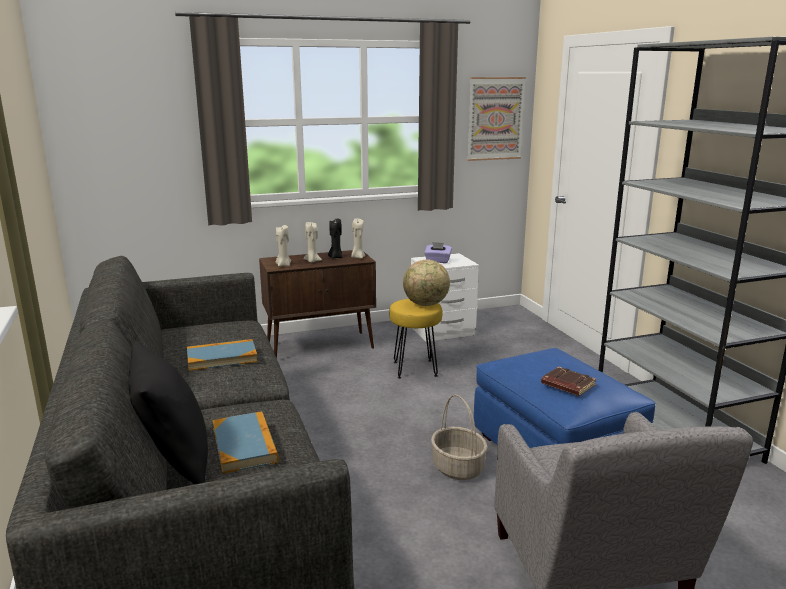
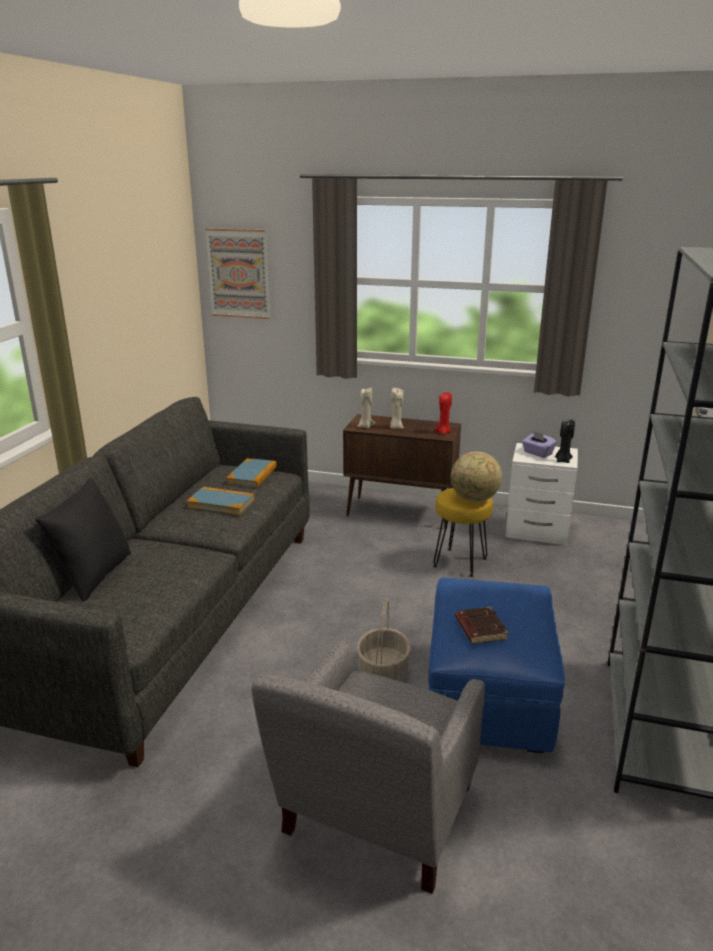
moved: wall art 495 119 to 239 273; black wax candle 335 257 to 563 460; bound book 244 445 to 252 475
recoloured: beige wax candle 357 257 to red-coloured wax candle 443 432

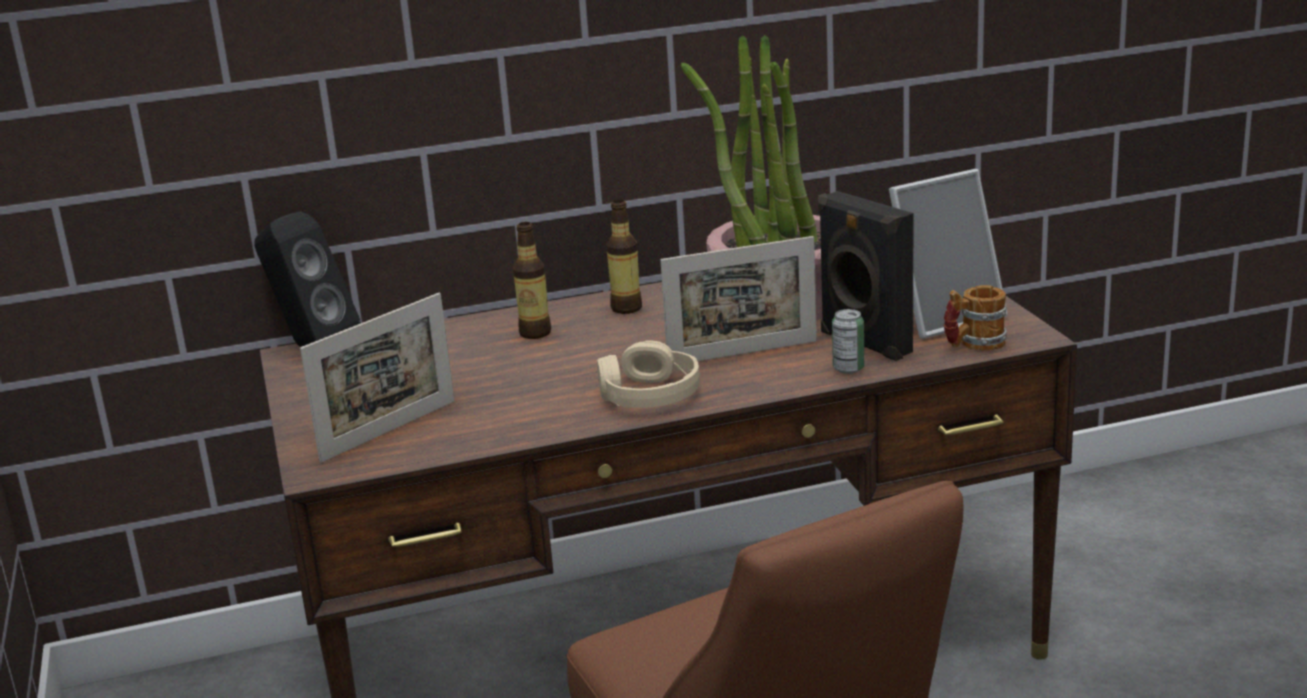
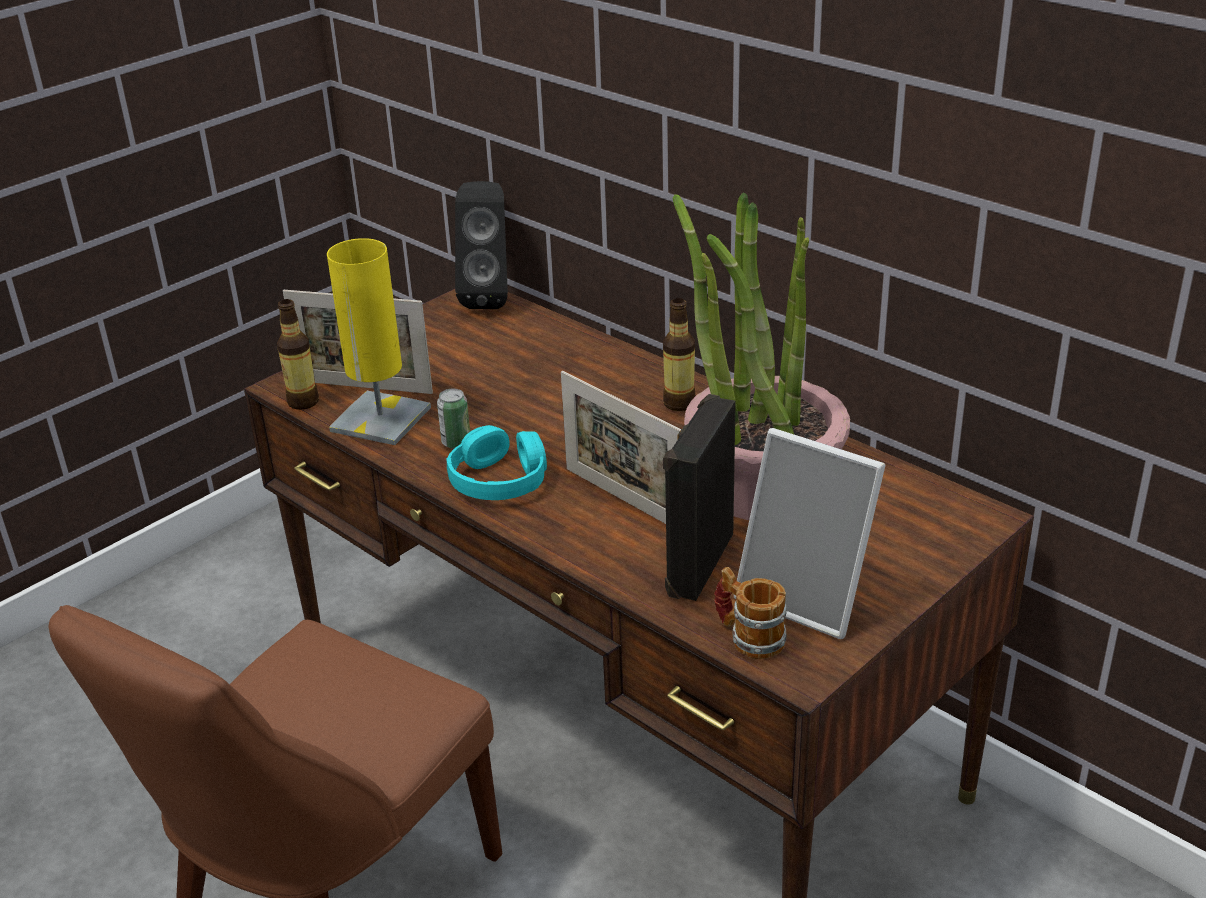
added: yellow table lamp 380 419
moved: beverage bottle 535 333 to 303 402; can 848 368 to 456 442
recoloured: beige headset 648 395 to blue-green headset 499 480

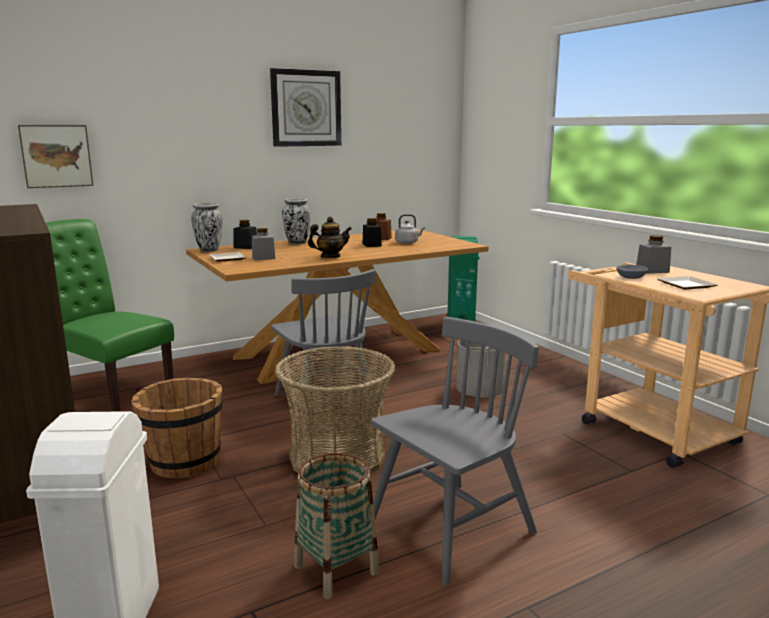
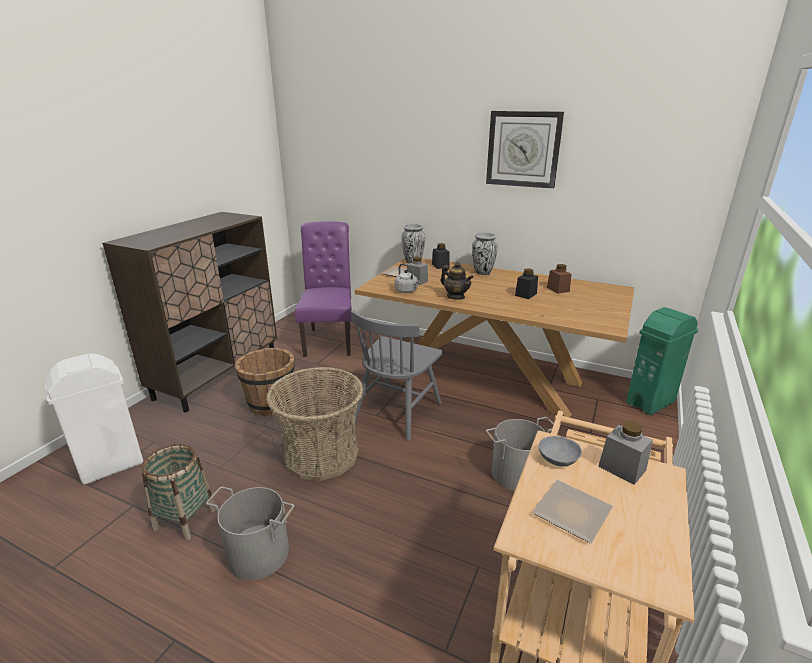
removed: wall art 56 156
moved: greyish tea kettle 408 242 to 407 291
replaced: greyish plain chair 451 529 to greyish bucket 258 554
recoloured: green plain chair 110 393 to purple plain chair 329 339

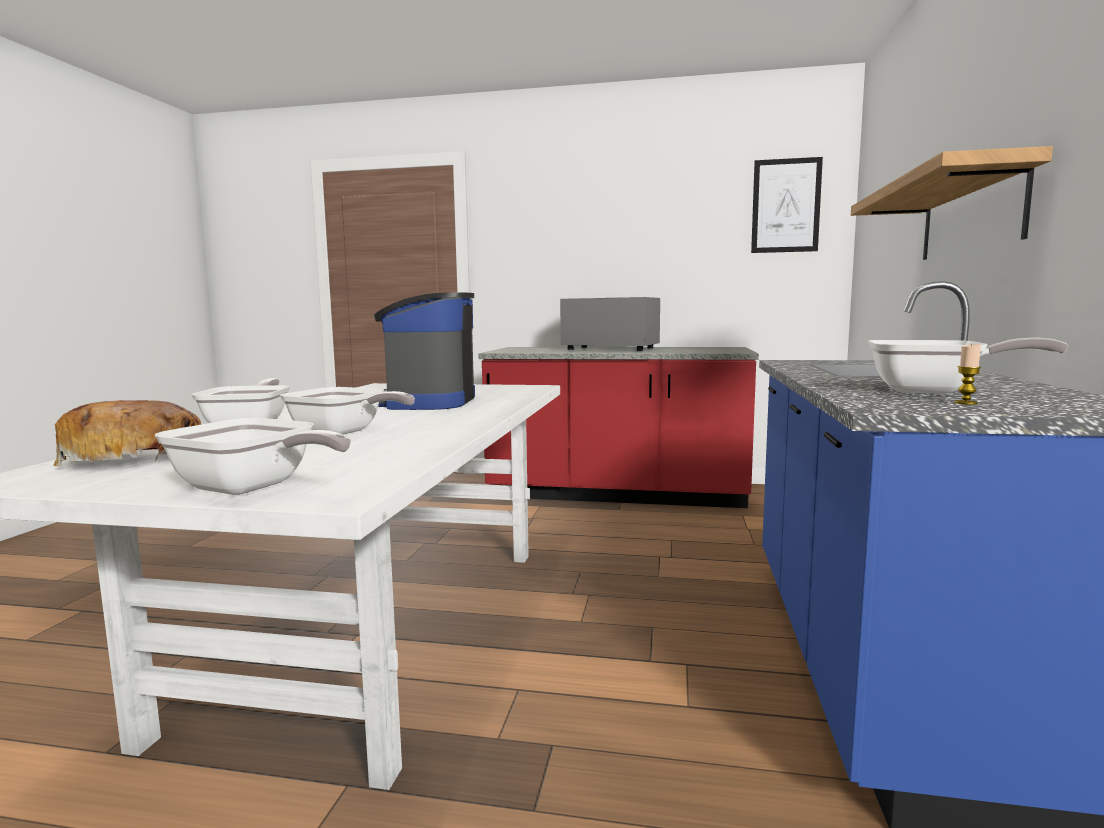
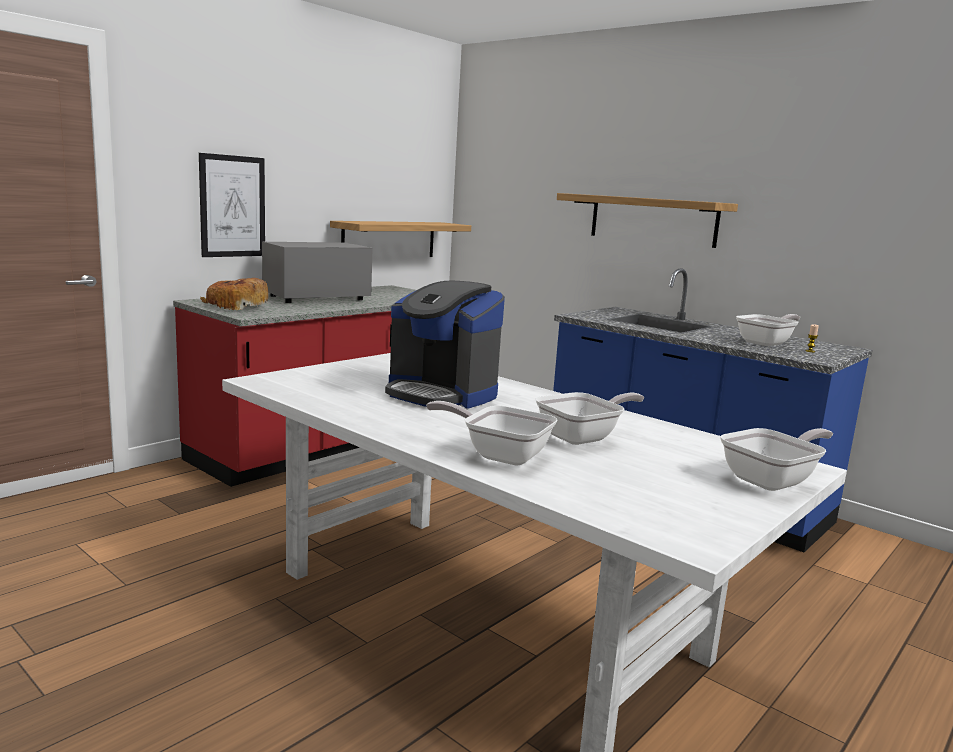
added: bracket shelf 389 240
moved: wall art 786 206 to 232 206; baked bread 133 457 to 236 306

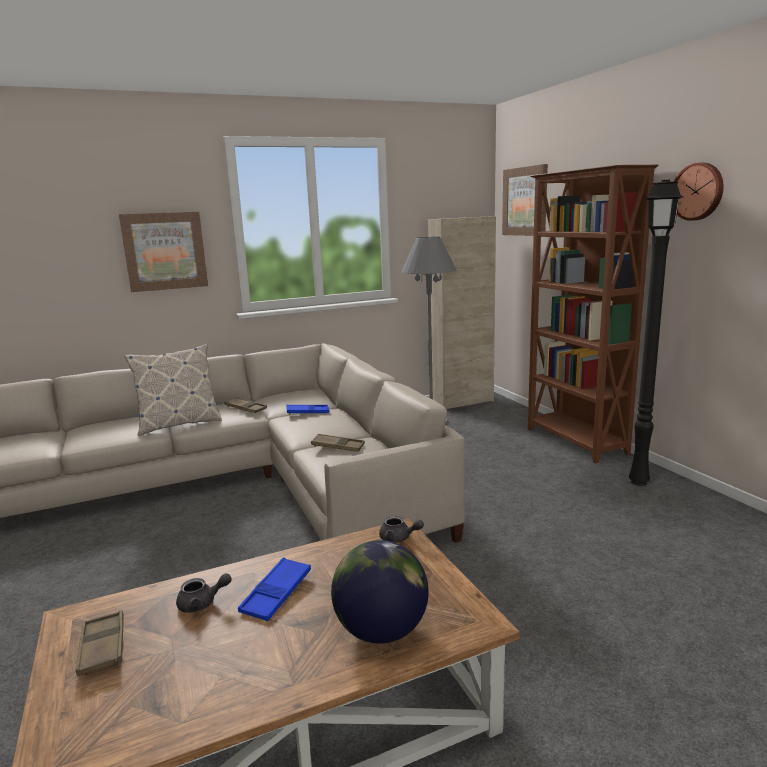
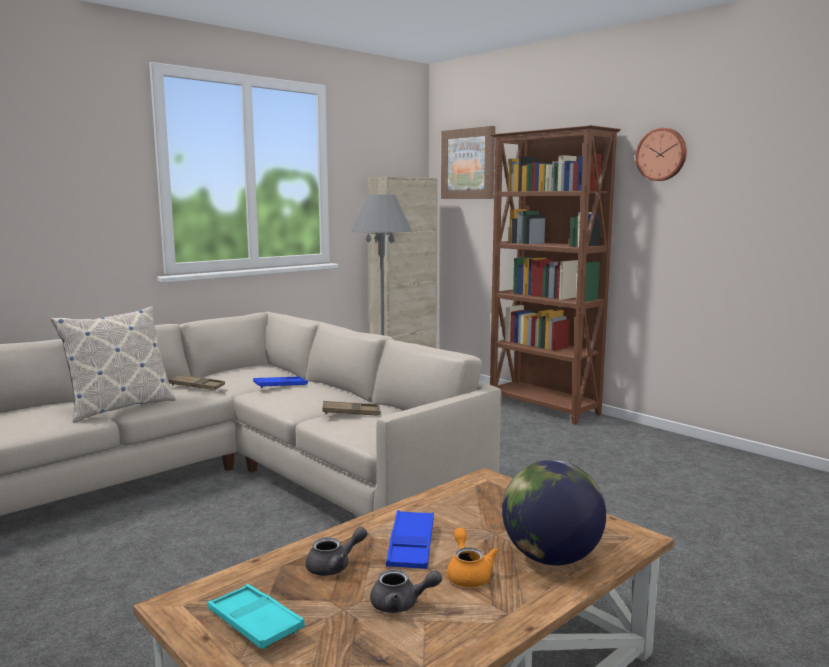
removed: black floor lamp 640 482; wall art 165 251
added: orangey teapot 468 574
moved: greyish teapot 399 538 to 401 604
recoloured: brown-coloured tray 102 647 to blue-green tray 254 623

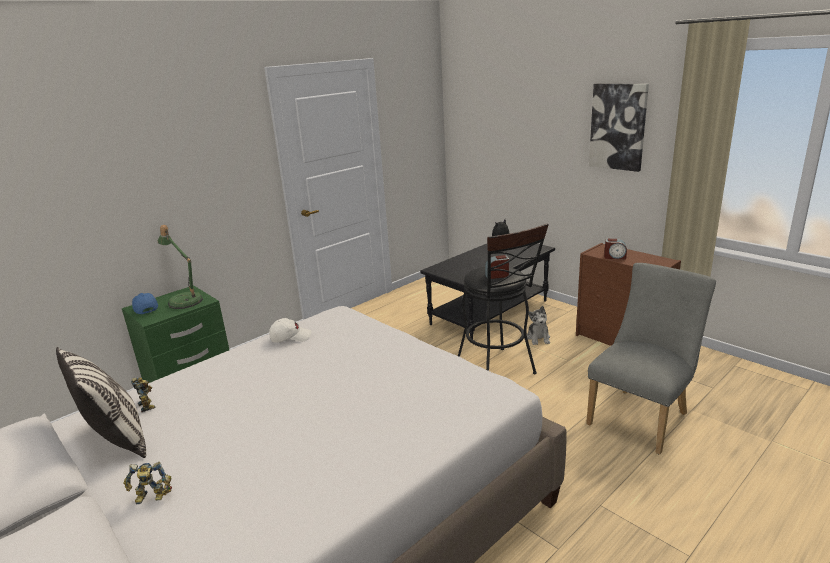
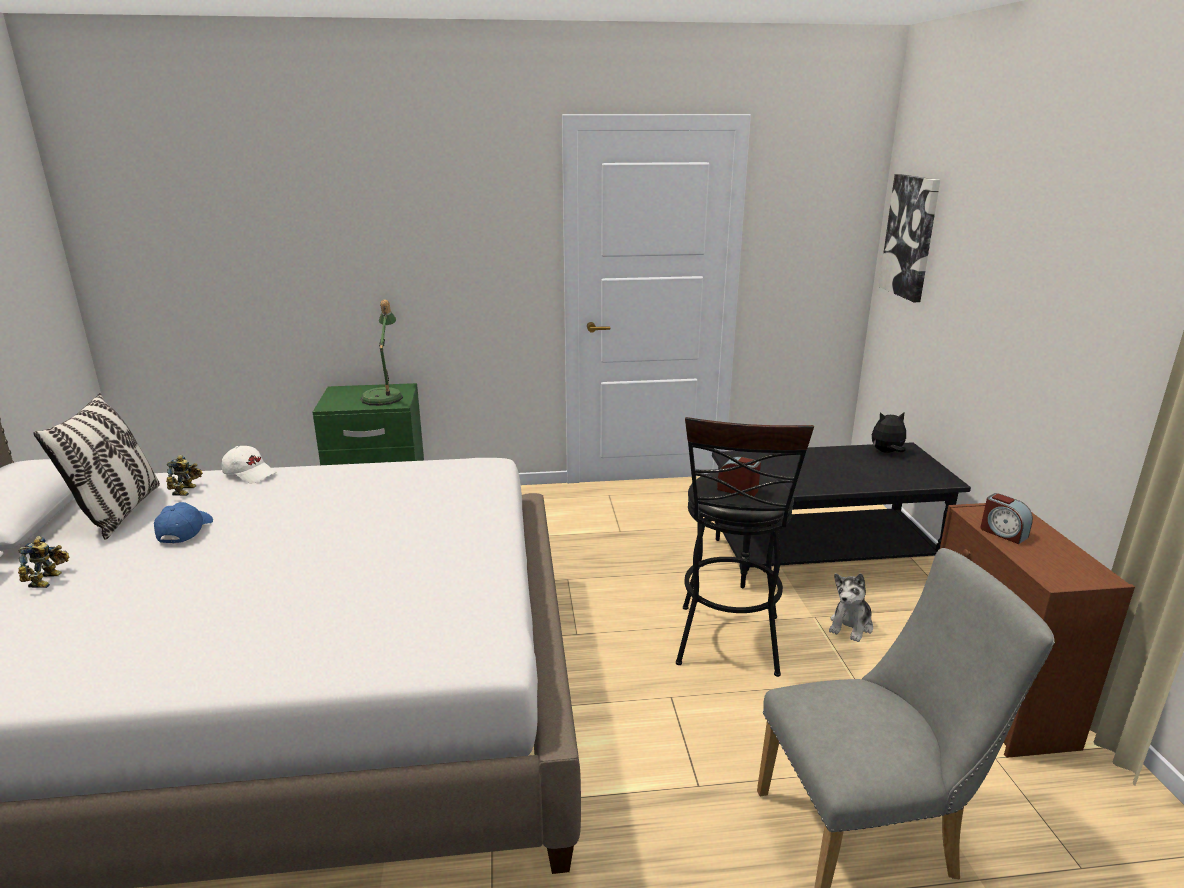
moved: wall art 618 126 to 910 237; bluish peaked cap 145 309 to 185 531; white peaked cap 290 337 to 250 473
turned: toy robot 151 498 = 49 580 120 degrees counterclockwise

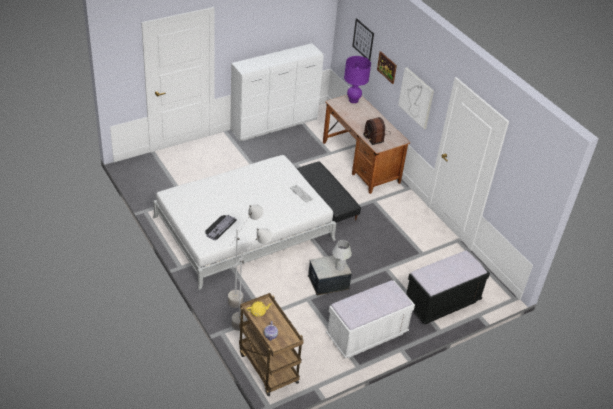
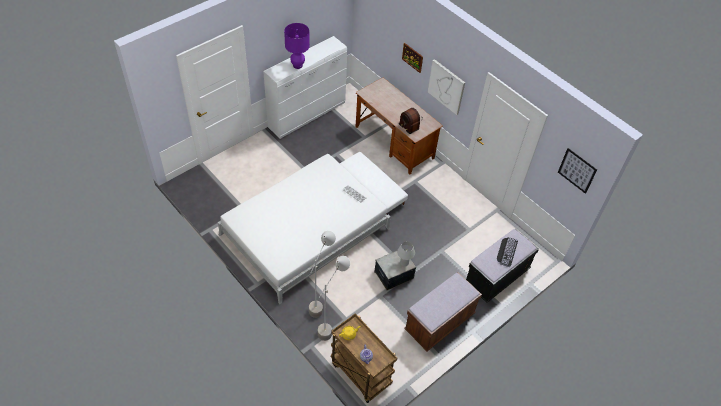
moved: wall art 363 39 to 577 170; purple table lamp 353 100 to 297 65; keyboard 219 226 to 506 251
recoloured: black ottoman 325 201 to white ottoman 371 189; white indoor bench 367 335 to brown-coloured indoor bench 439 322

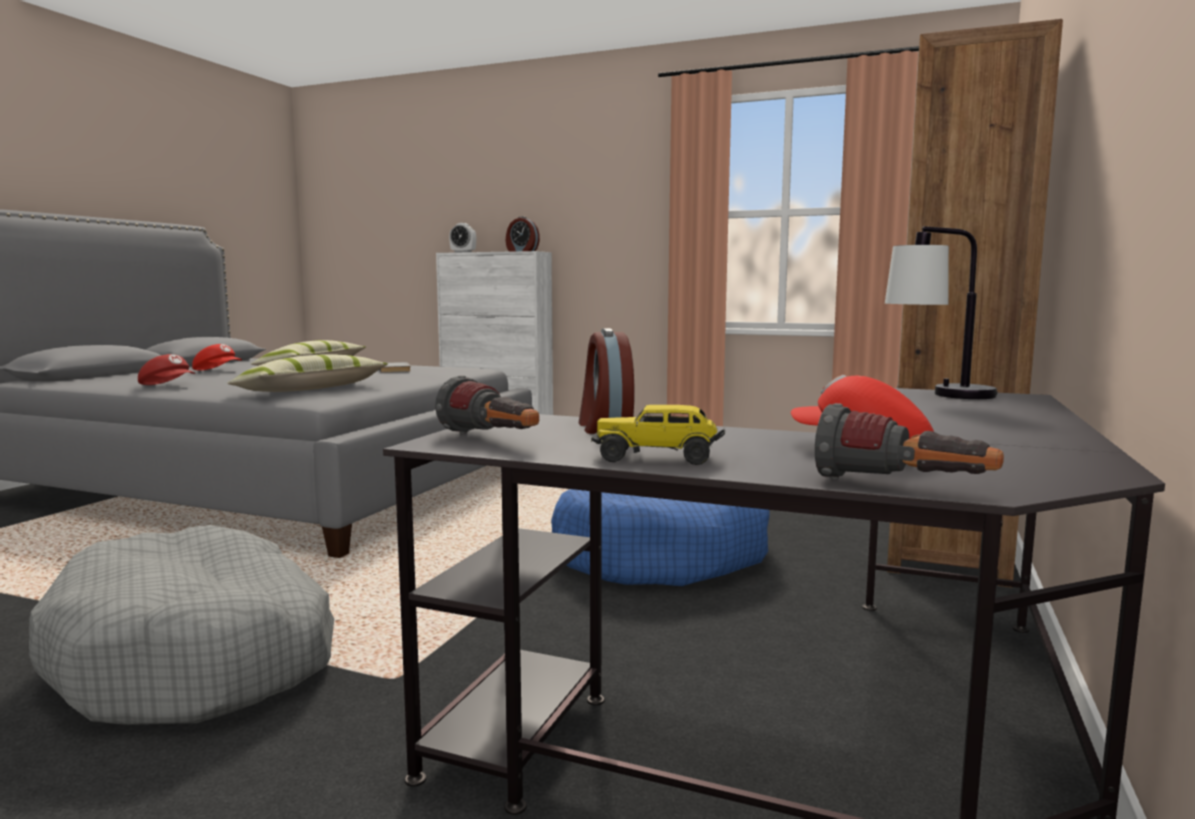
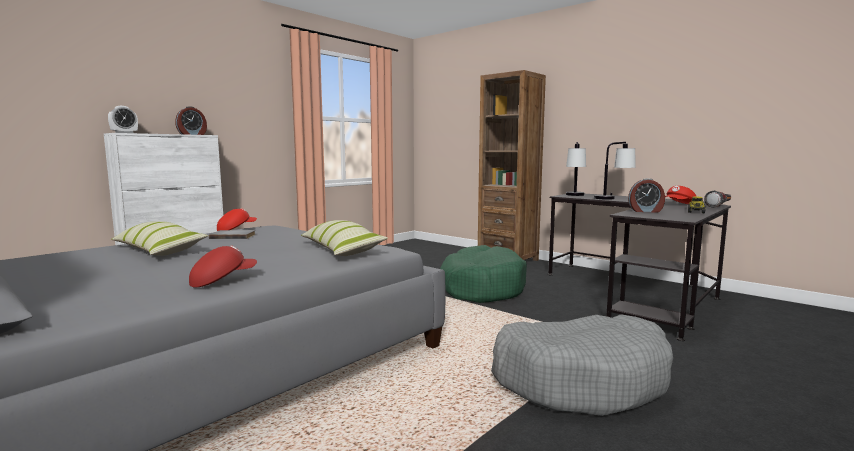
removed: hand torch 493 440
added: table lamp 613 198
moved: red-coloured peaked cap 218 371 to 236 229
recoloured: bluish dog bed 665 555 to green dog bed 481 287

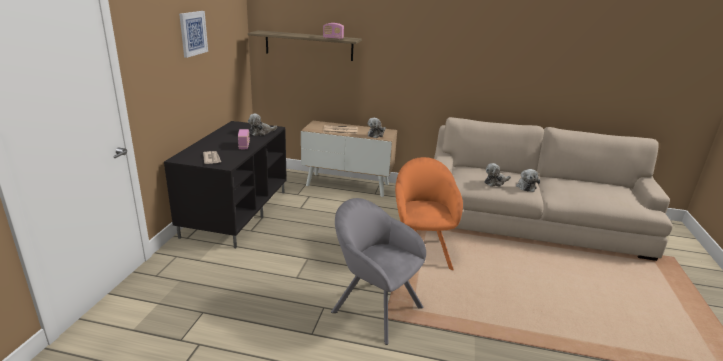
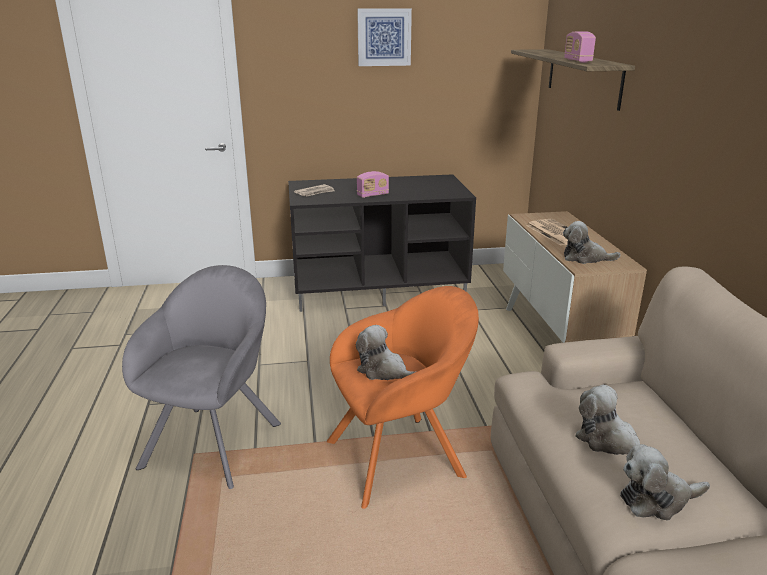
moved: cuddly toy 261 132 to 384 371

